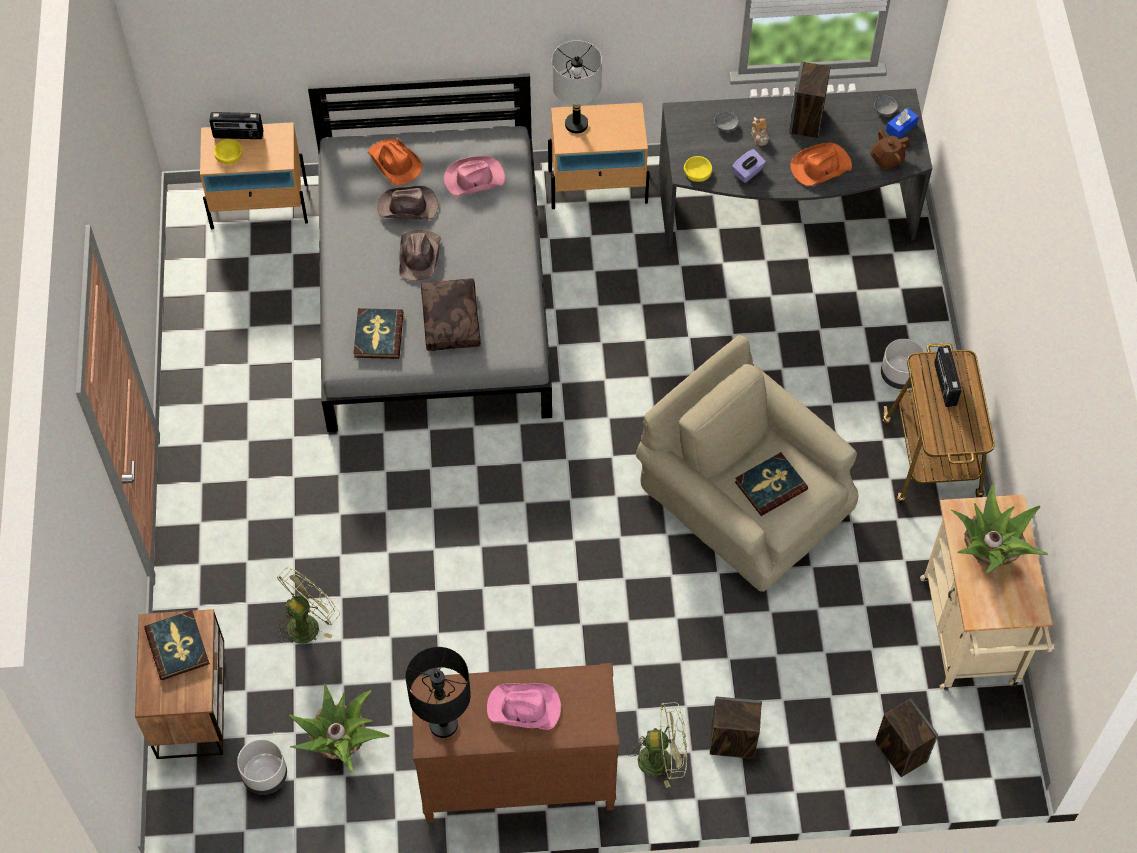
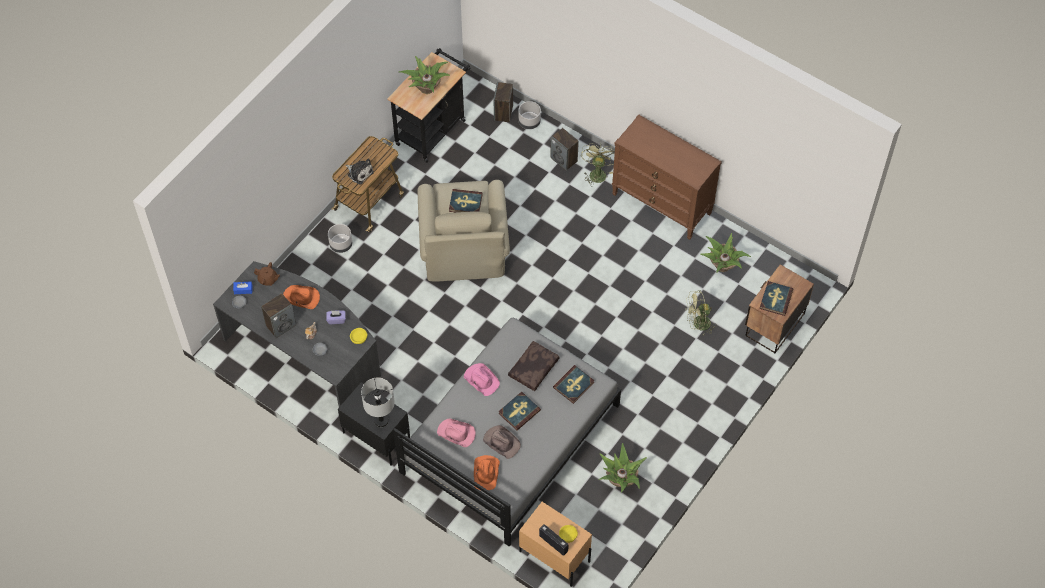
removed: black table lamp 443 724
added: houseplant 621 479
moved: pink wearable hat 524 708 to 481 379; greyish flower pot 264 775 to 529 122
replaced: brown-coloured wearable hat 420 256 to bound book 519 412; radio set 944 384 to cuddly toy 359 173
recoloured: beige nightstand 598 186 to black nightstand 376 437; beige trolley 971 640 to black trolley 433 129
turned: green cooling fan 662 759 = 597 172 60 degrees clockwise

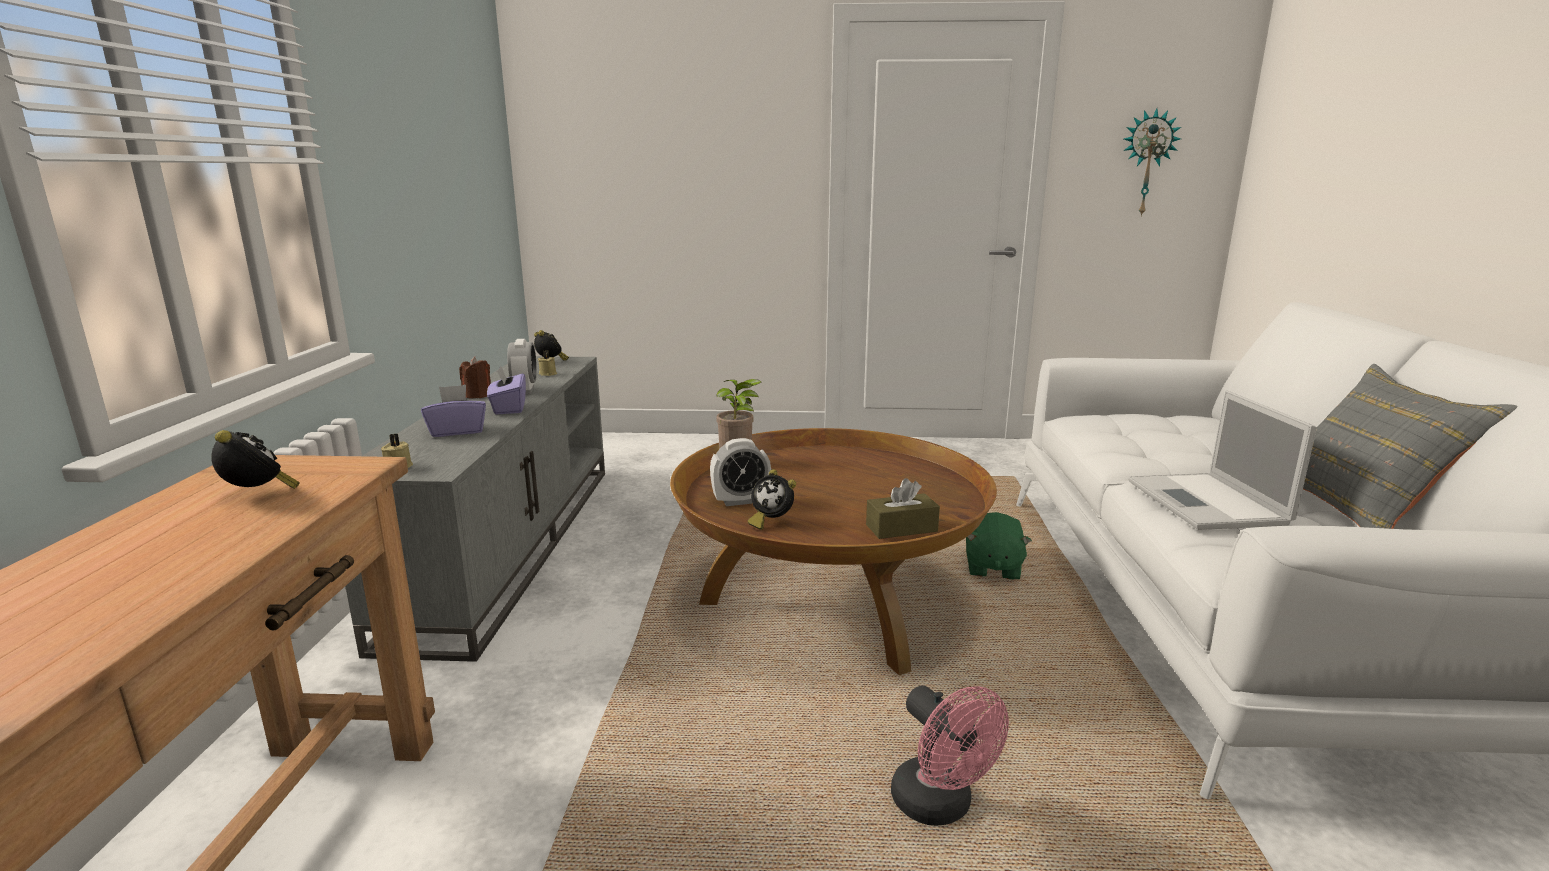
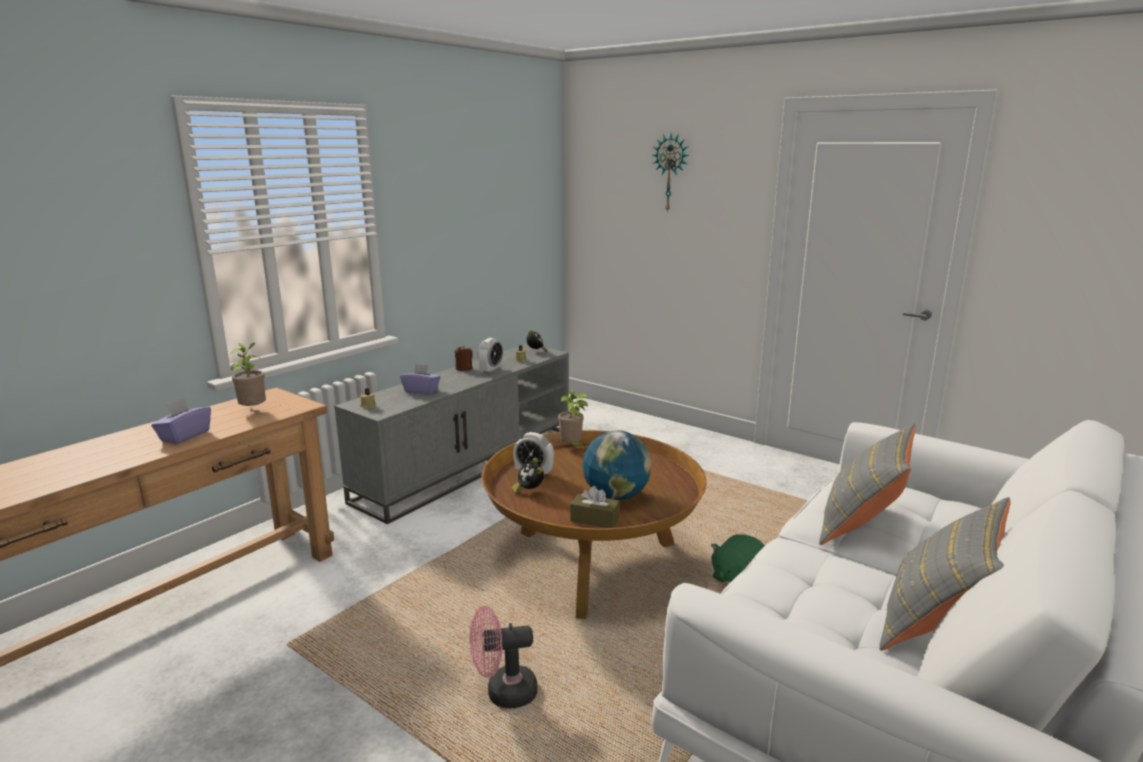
removed: notebook computer 1208 503
added: greyish pillow 861 525; world globe 616 496
moved: hanging clock 1147 163 to 670 173; purple tissue holder 509 408 to 184 436
replaced: table clock 258 495 to houseplant 253 411
turned: pink cooling fan 940 807 = 503 693 75 degrees clockwise

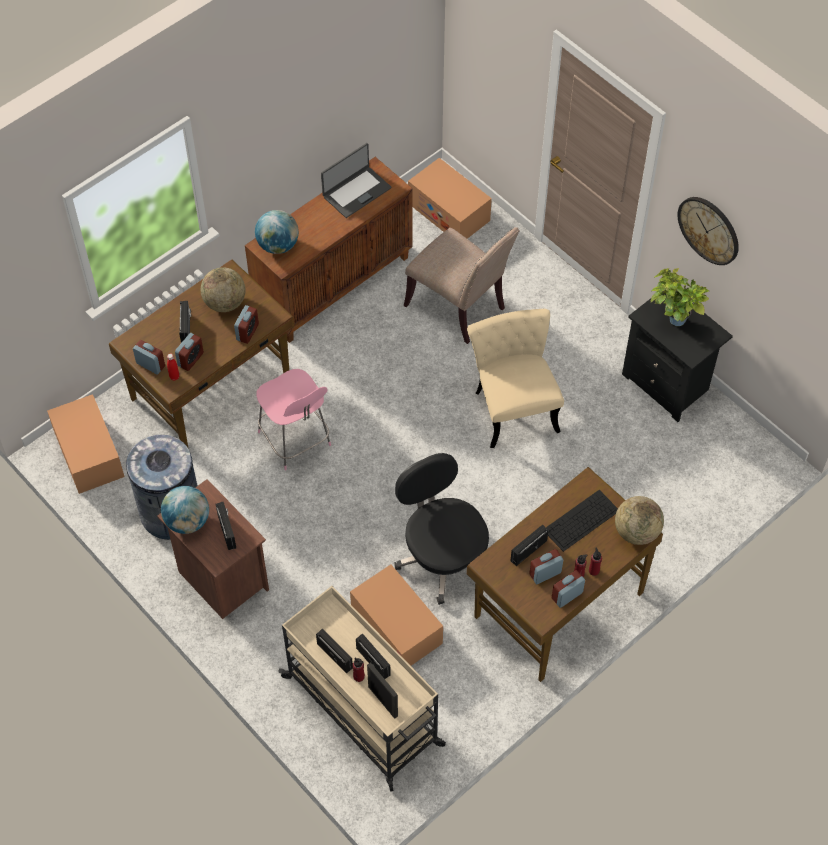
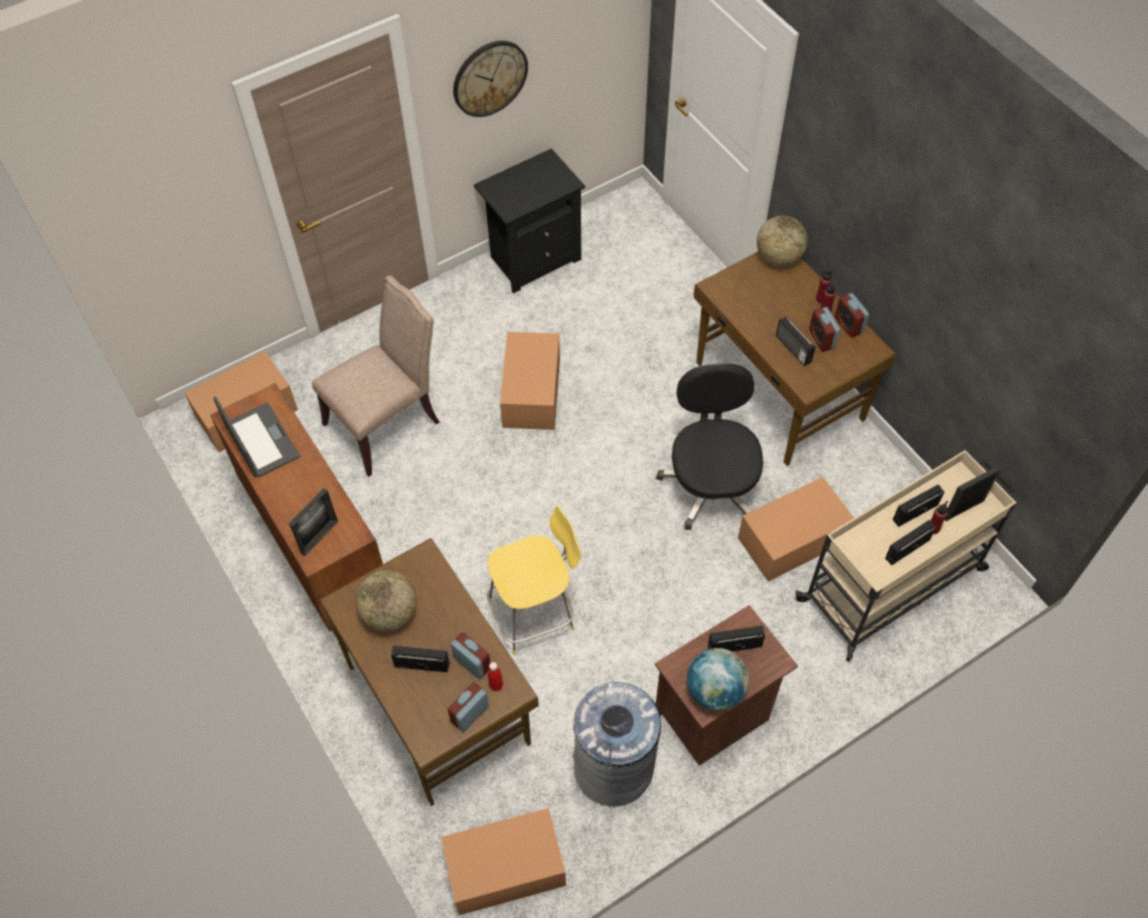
removed: houseplant 672 321; table clock 247 332; keyboard 581 521
replaced: world globe 278 245 to photo frame 319 537; beige plain chair 513 405 to carton 531 392
recoloured: pink stool seat 295 441 to yellow stool seat 534 613
turned: black desk chair 443 556 = 711 484 105 degrees clockwise

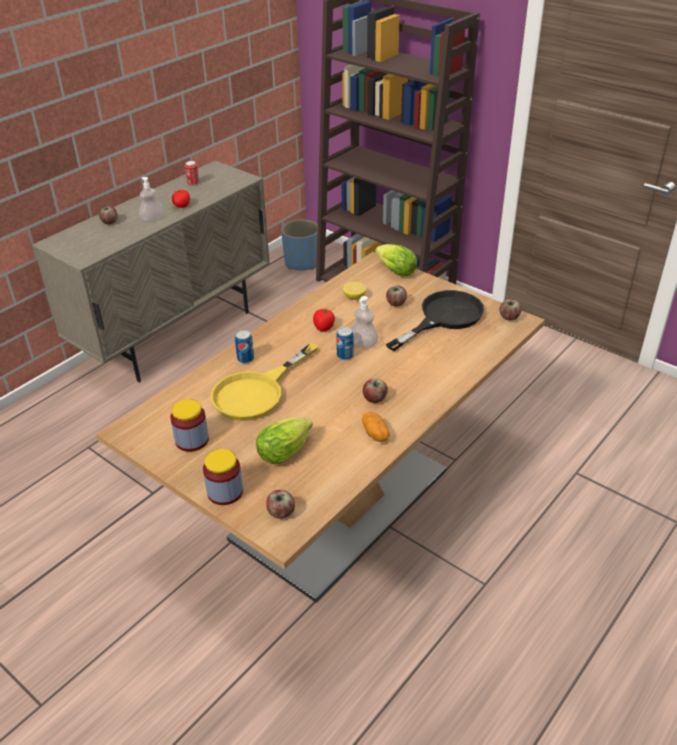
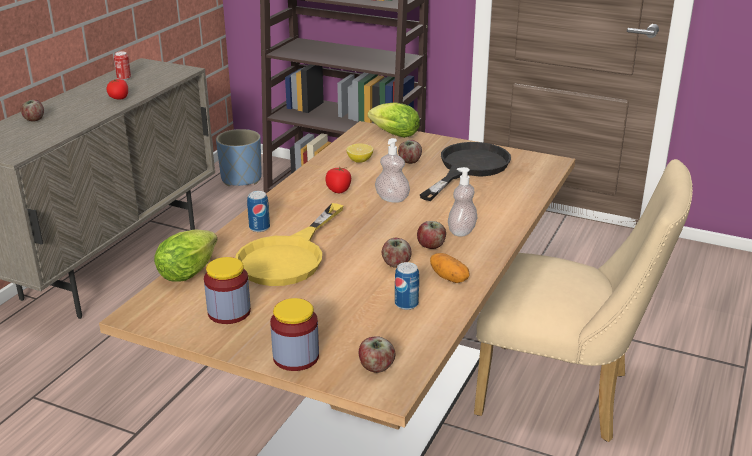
added: beige plain chair 565 396
moved: soap bottle 152 219 to 462 231; apple fruit 509 318 to 396 264; can 345 355 to 406 304; head of lettuce 287 450 to 191 271

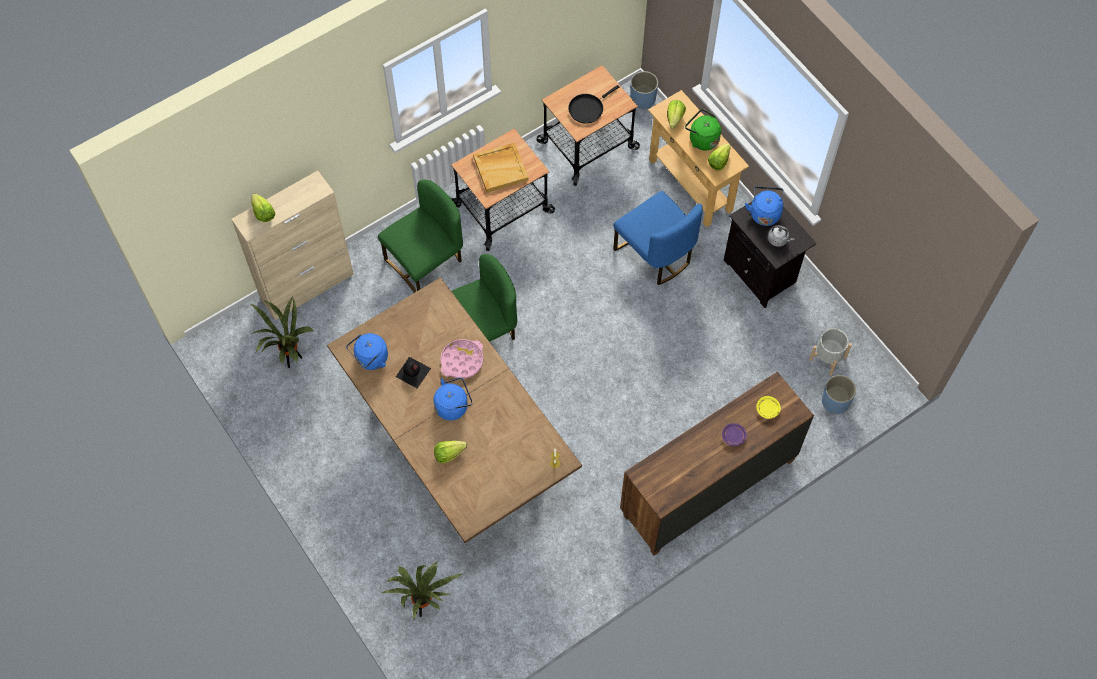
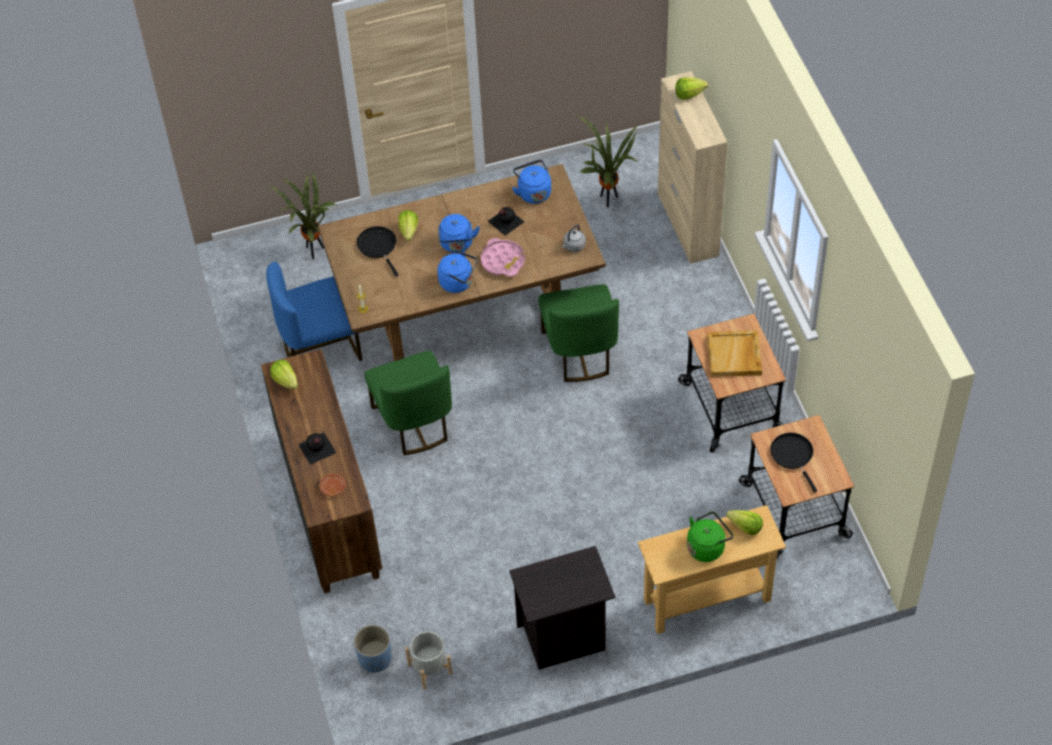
removed: bluish flower pot 643 99
added: black frying pan 378 246
moved: head of lettuce 718 161 to 286 380; green plain chair 426 264 to 414 422; bluish tea kettle 764 213 to 458 282; bluish plain chair 655 254 to 320 345; greyish tea kettle 778 240 to 573 246
replaced: purple dinner plate 734 436 to black beverage bottle 317 449
recoloured: yellow dinner plate 767 409 to brown-coloured dinner plate 332 487

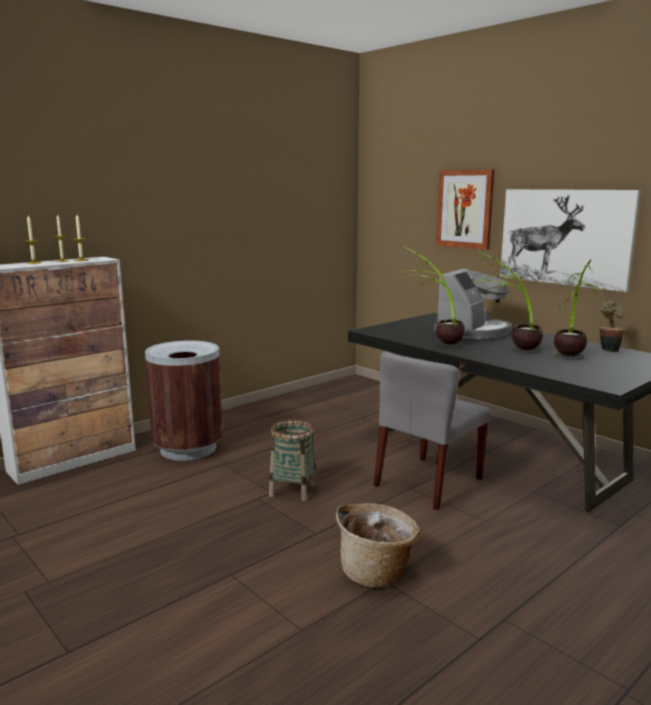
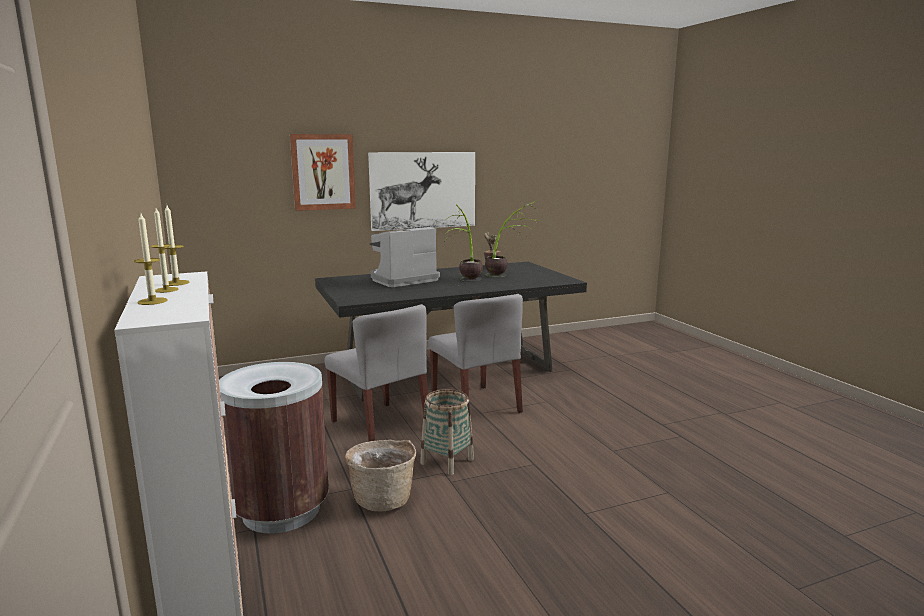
removed: houseplant 433 341
added: greyish plain chair 381 425
moved: household basket 377 572 to 383 498
turned: coffee brewer 473 332 = 402 280 90 degrees counterclockwise

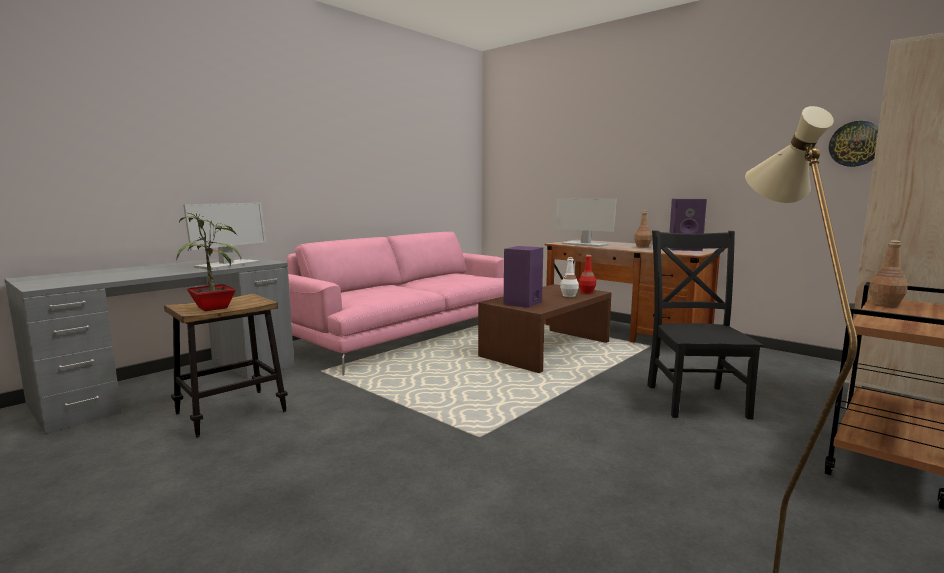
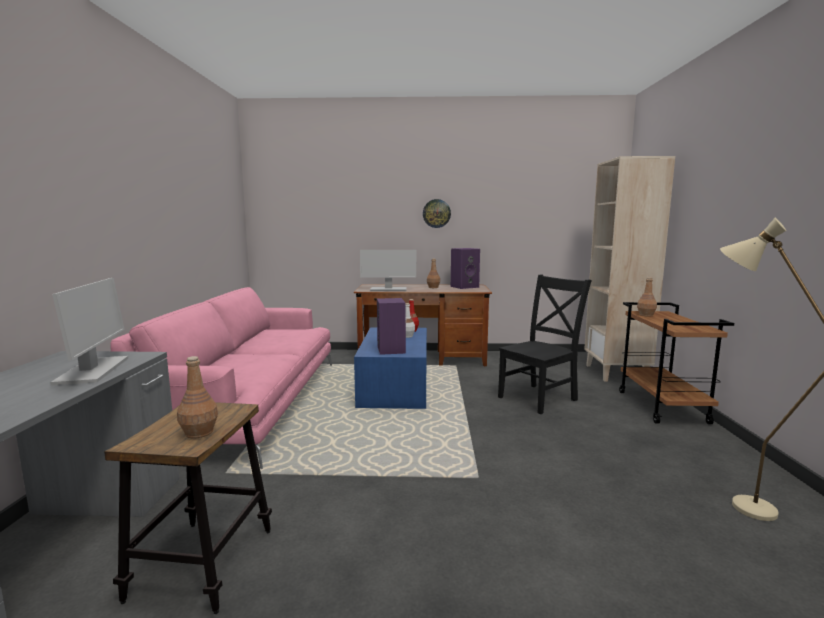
moved: hanging clock 855 144 to 436 213
replaced: houseplant 215 308 to brown-coloured beverage bottle 198 433
recoloured: brown-coloured low table 546 349 to bluish low table 394 386
turned: black plain chair 695 399 = 539 398 90 degrees clockwise

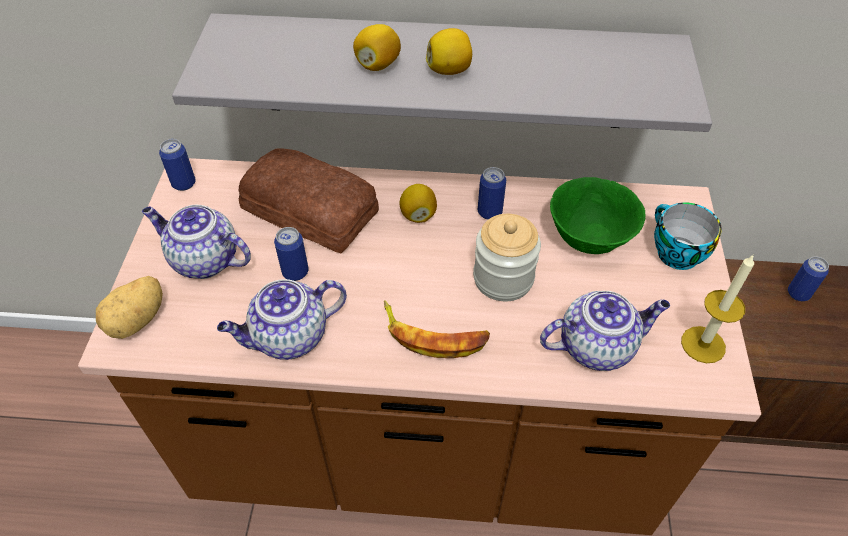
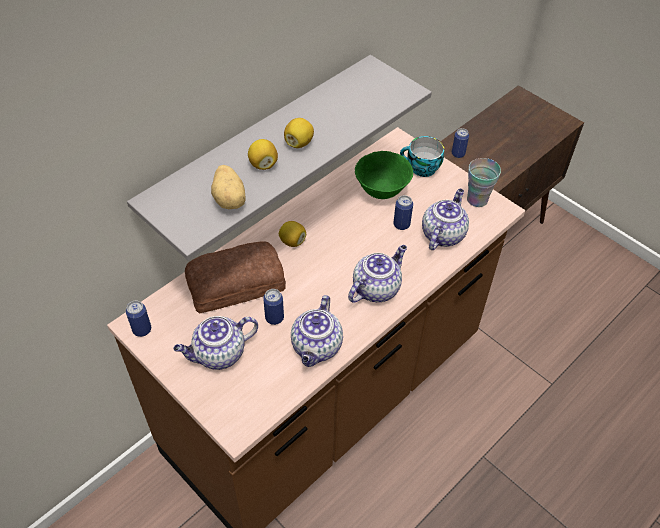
removed: preserve jar 503 278
moved: can 489 212 to 401 224; potato 138 320 to 230 199
replaced: wax candle 703 344 to drinking cup 477 200; whole banana 434 335 to teapot 376 288

